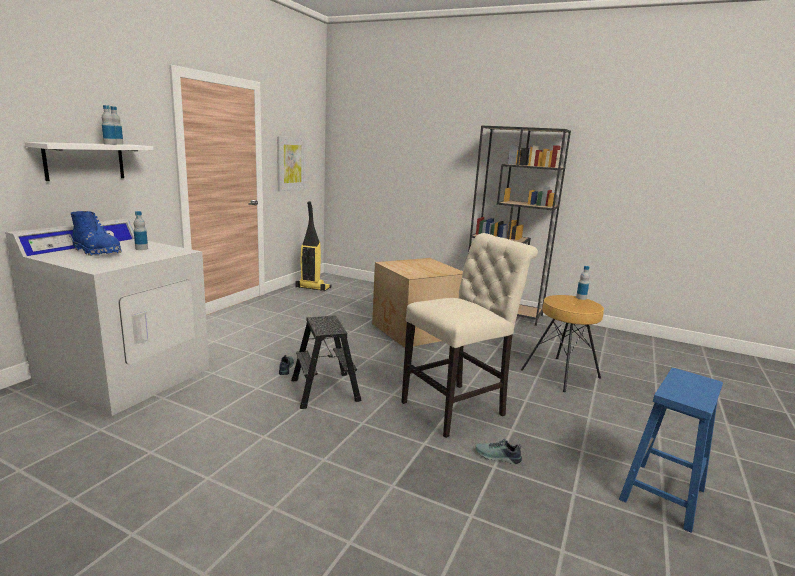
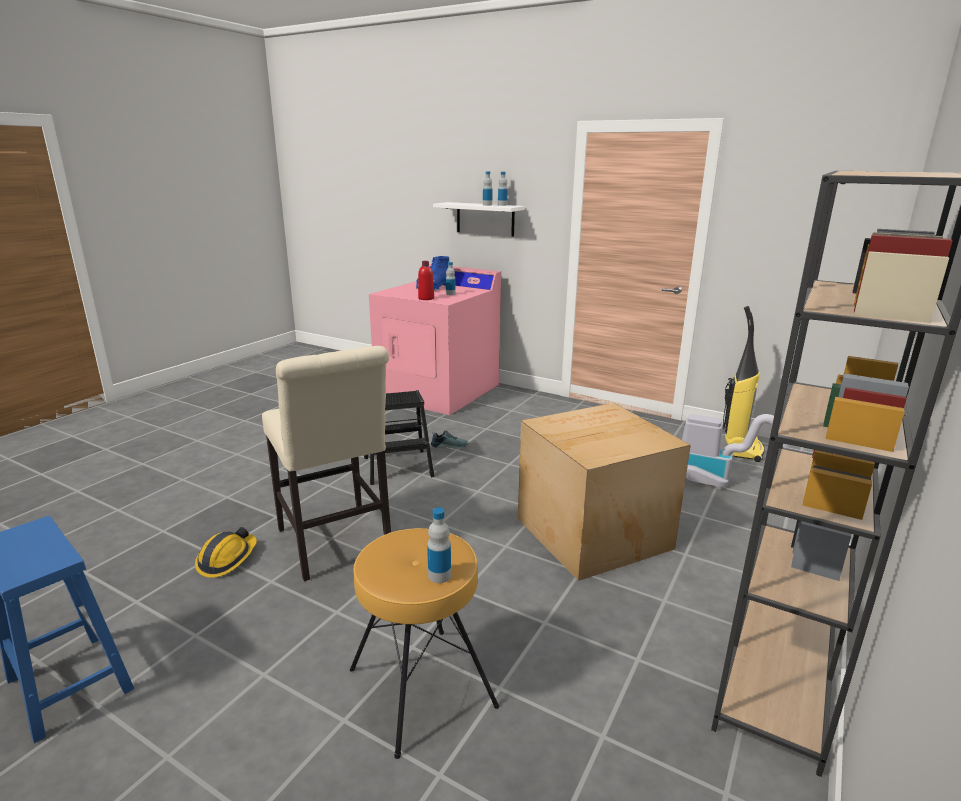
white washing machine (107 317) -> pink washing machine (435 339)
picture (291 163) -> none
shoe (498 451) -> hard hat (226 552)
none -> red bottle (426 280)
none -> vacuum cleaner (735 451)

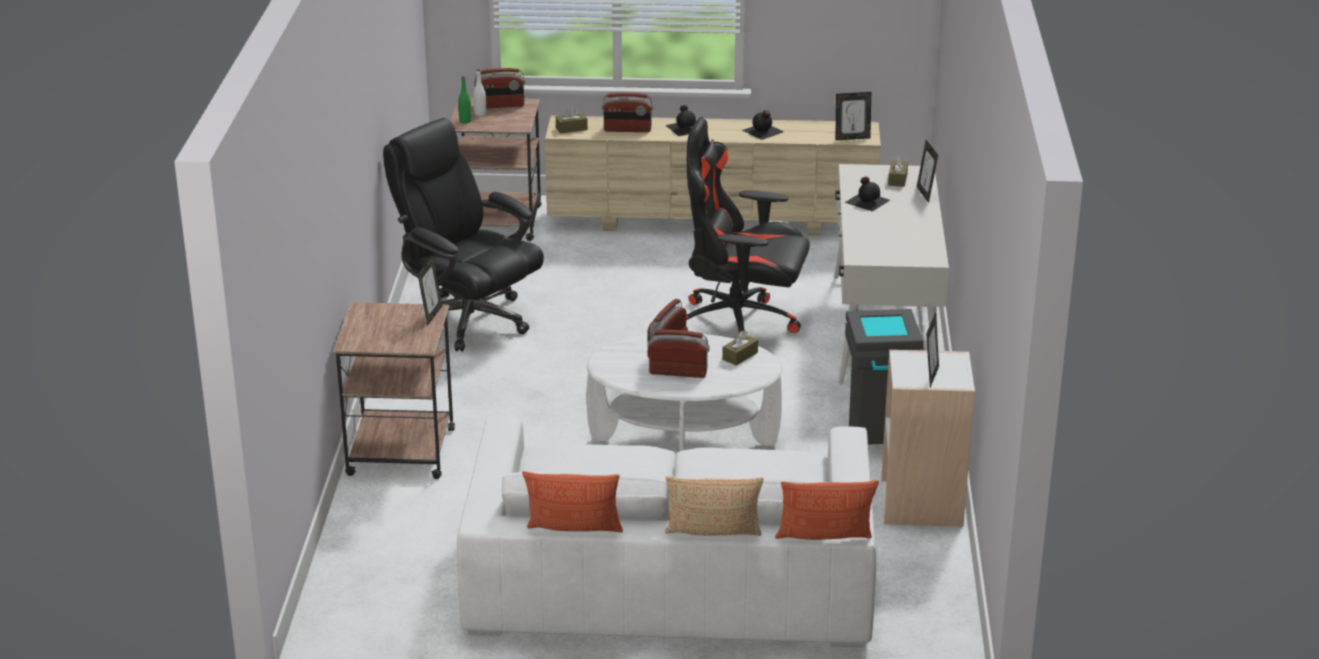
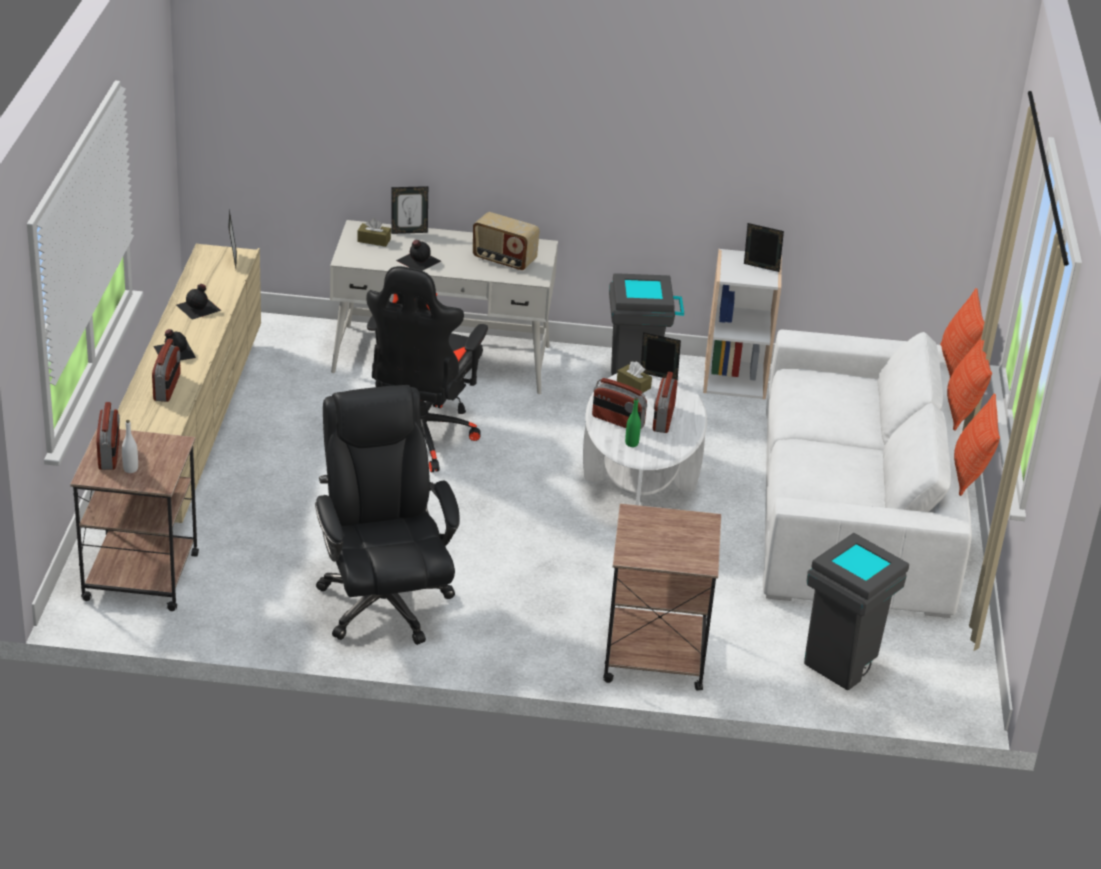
black office chair (463 234) -> black office chair (387 515), 120 degrees clockwise
picture frame (430 290) -> picture frame (661 356), shifted
green bottle (464 99) -> green bottle (633 422), shifted
brown tissue box (572 120) -> none
beige pillow (714 506) -> orange pillow (969 383)
none -> radio (506 241)
none -> grey trash can (856 611)

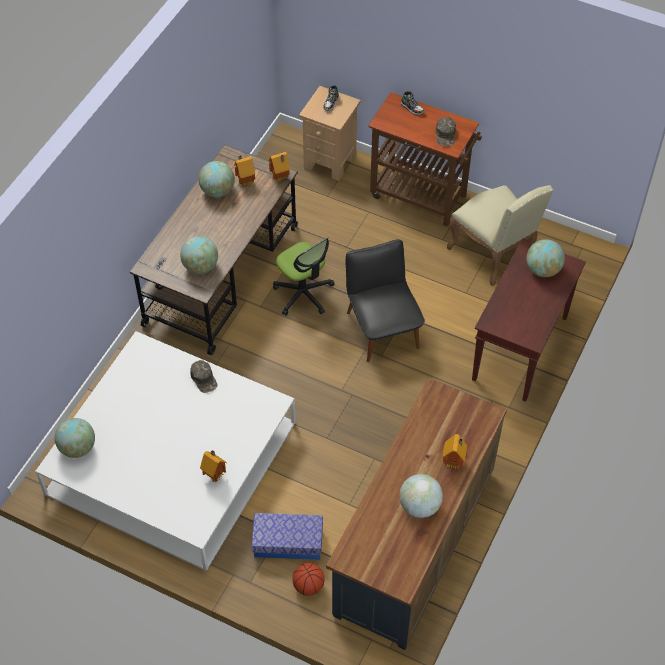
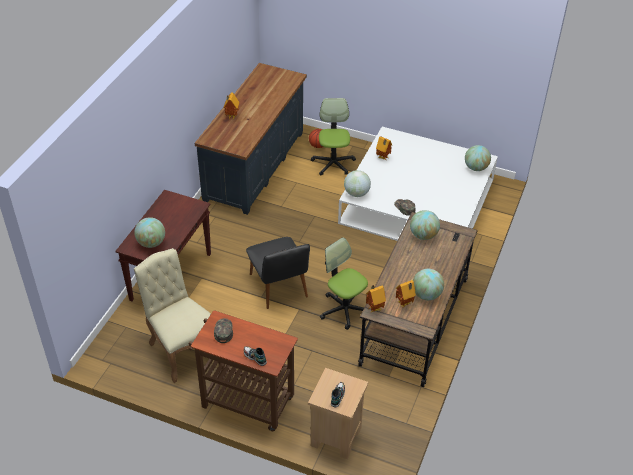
storage box (287 536) -> office chair (333 136)
globe (421 496) -> globe (357 183), shifted

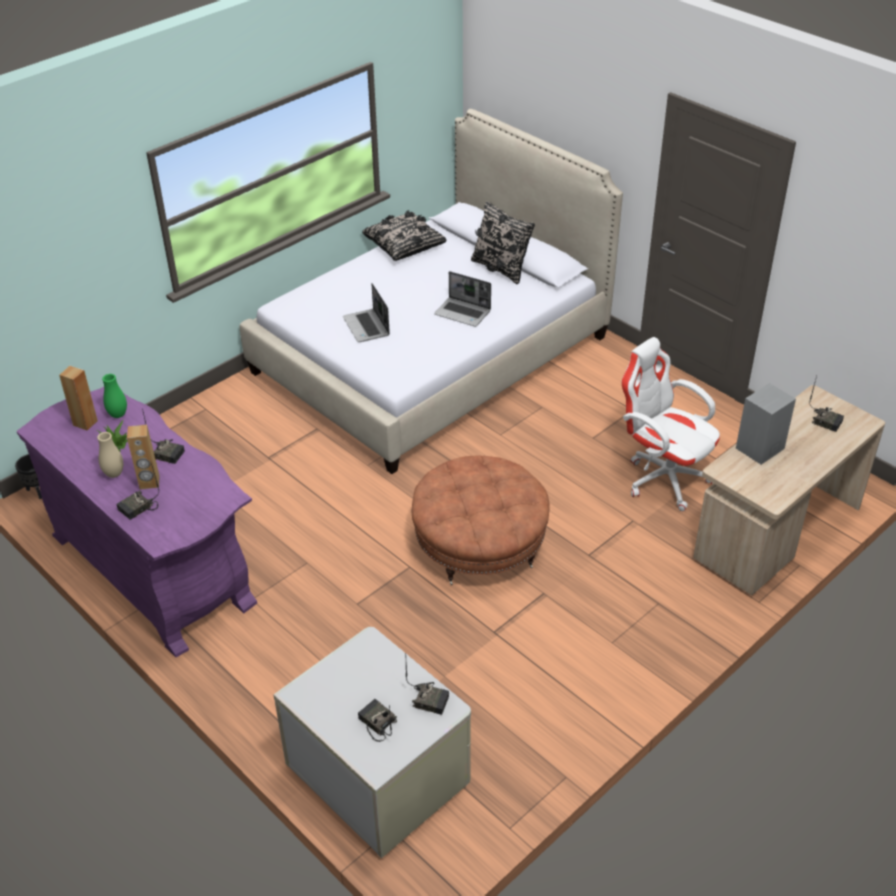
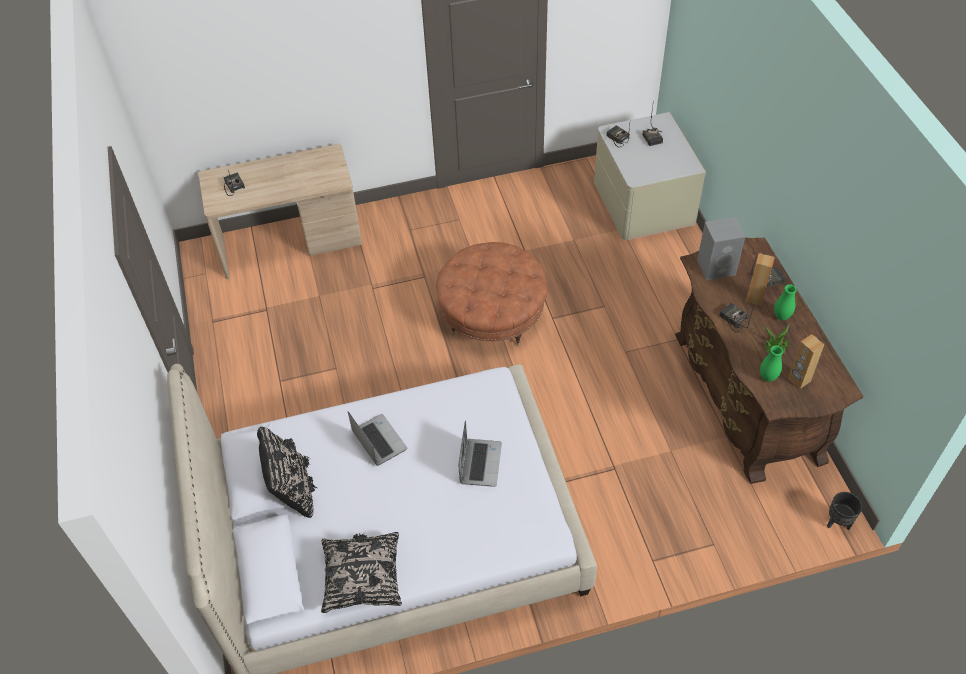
purple dresser (136 522) -> brown dresser (769 361)
beige vase (110 455) -> green vase (785 302)
white office chair (671 424) -> none
grey speaker (766 424) -> grey speaker (721 248), shifted

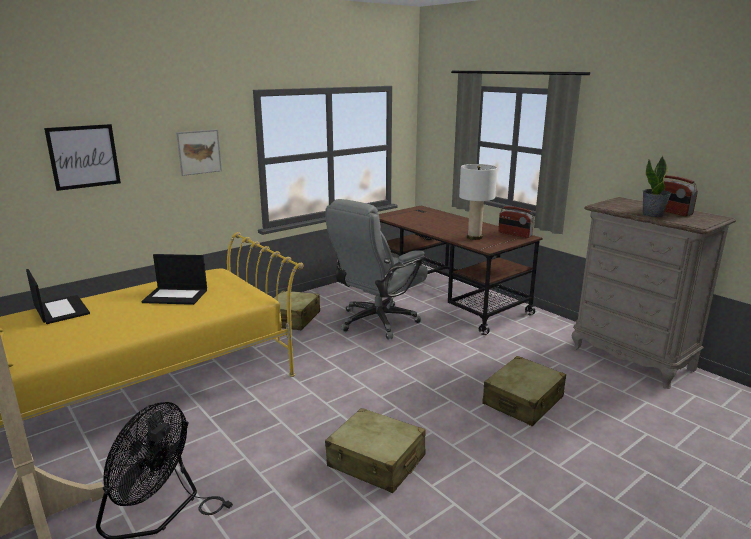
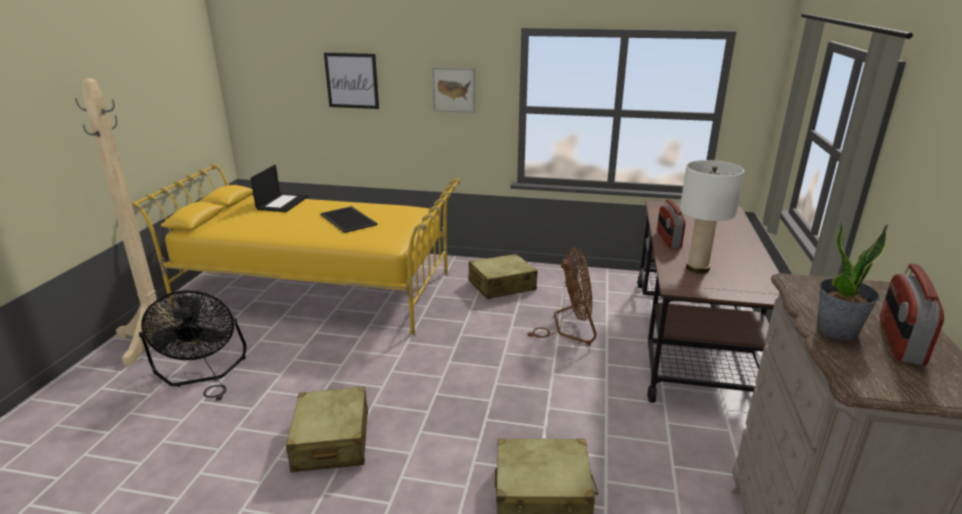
laptop (174 279) -> tray (348 219)
grey office chair (376 269) -> brown fan (561 296)
radio (516 222) -> radio (671 224), shifted

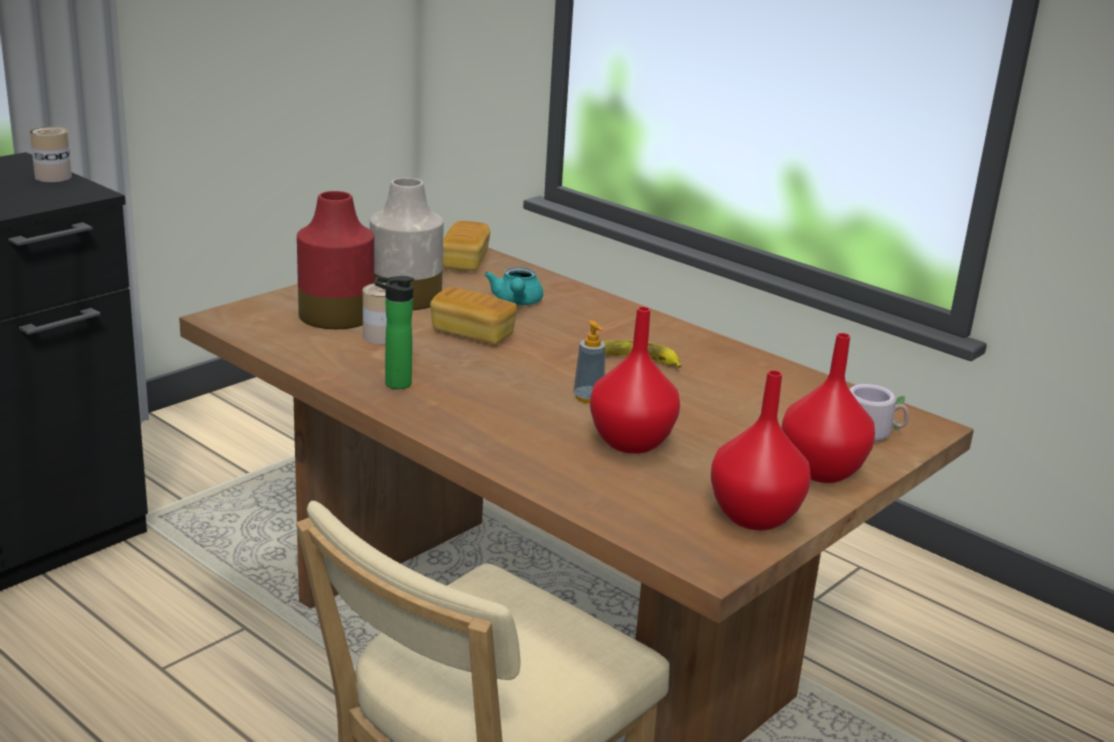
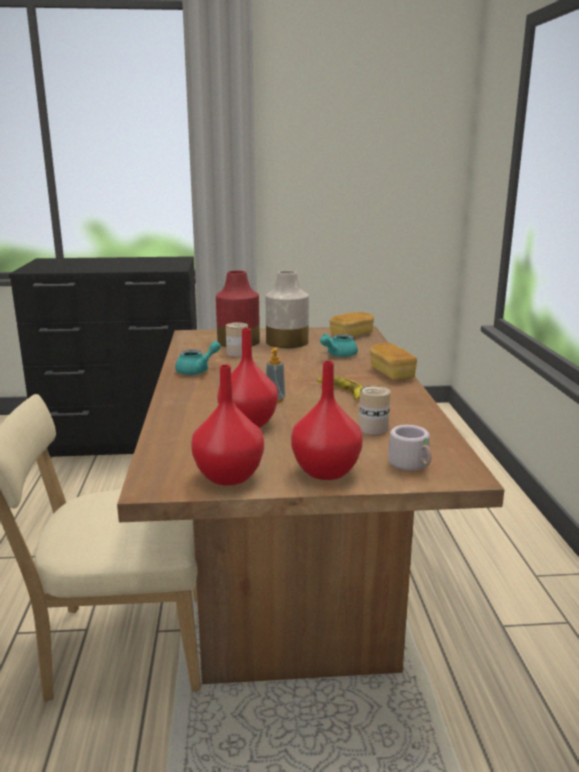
can (51 154) -> can (374 410), shifted
bottle (394 332) -> turquoise teapot (198 358)
bread (473 315) -> bread (393 361), shifted

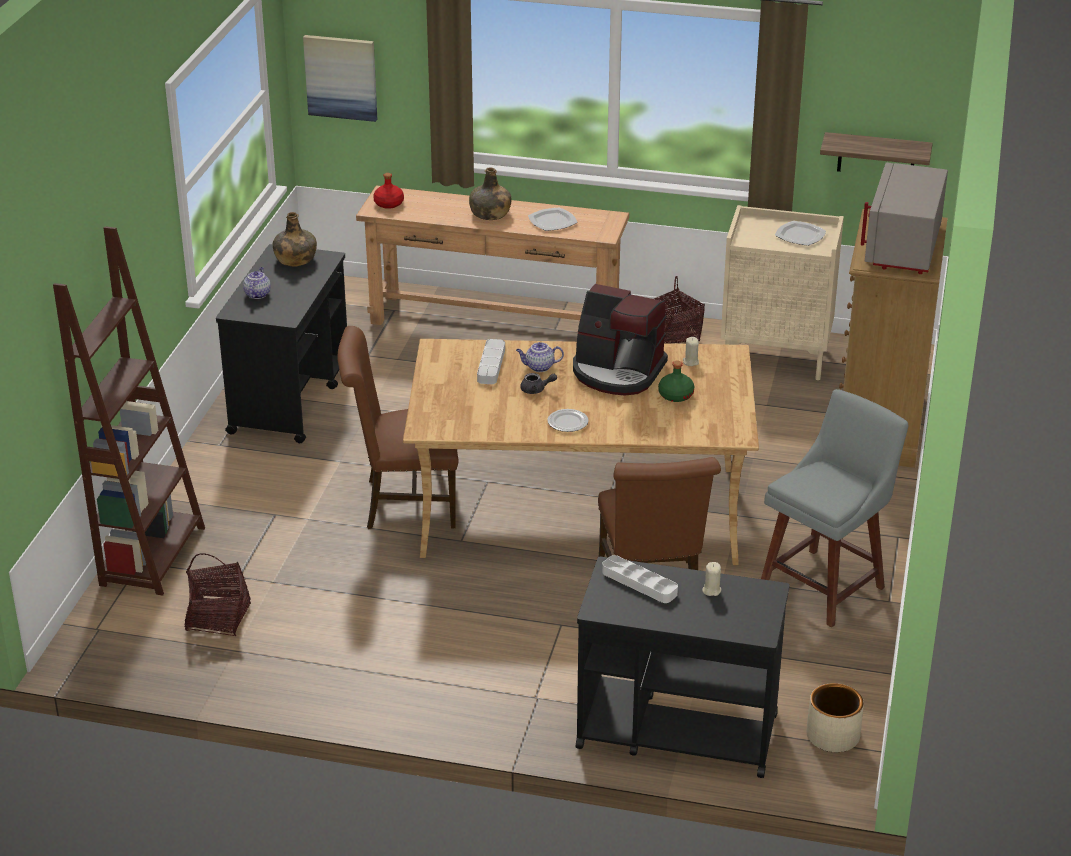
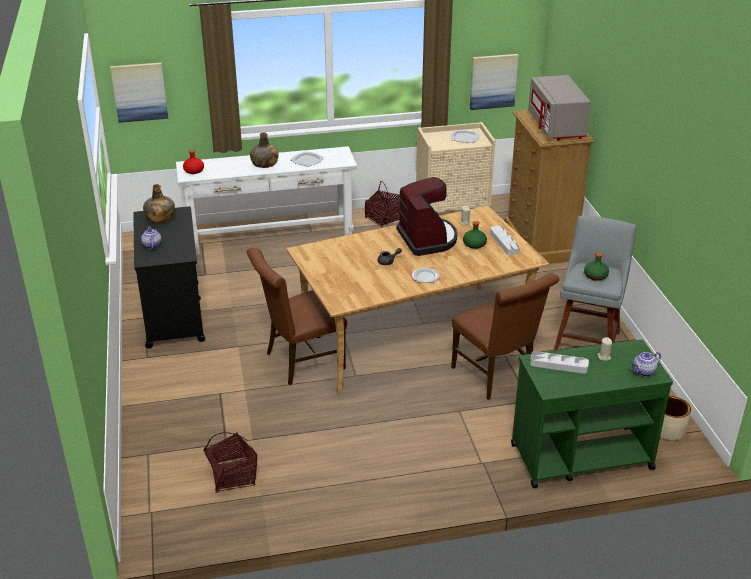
brown bookcase (129 411) -> none
brown console table (492 255) -> white console table (266 200)
grey tray (491 361) -> grey tray (505 240), shifted
teapot (540 357) -> teapot (646 364), shifted
coffee machine (620 340) -> coffee machine (427 216), 105 degrees counterclockwise
black cart (683 667) -> green cart (592 414)
shelf (876 152) -> picture (494 82)
none -> green bottle (596 266)

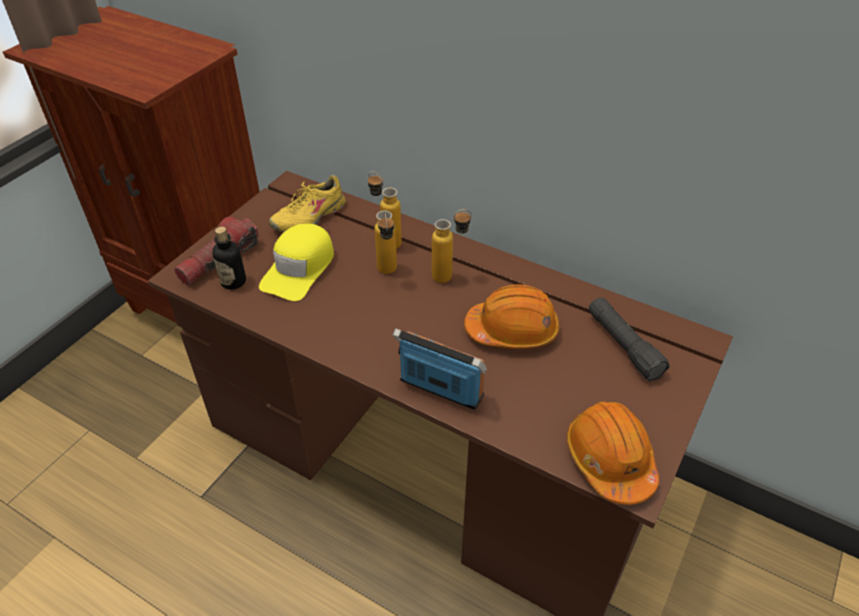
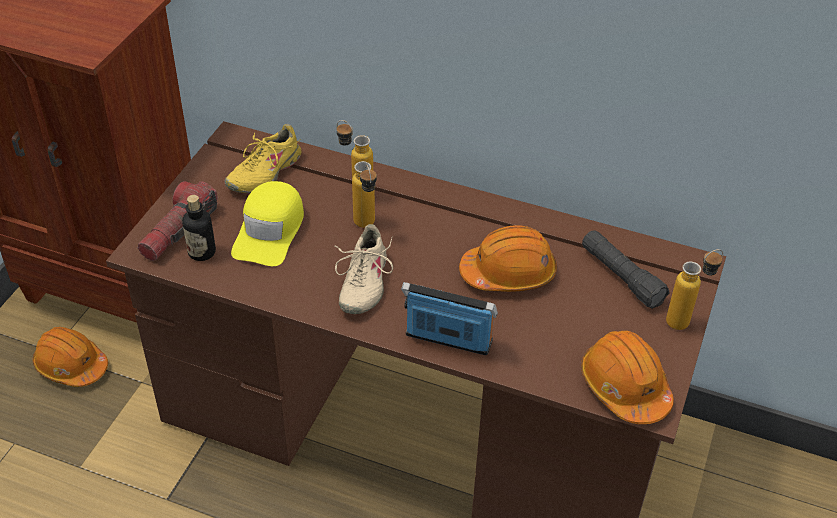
bottle (452 246) -> bottle (694 289), shifted
none -> orange hard hat (70 357)
none -> beige shoe (364 269)

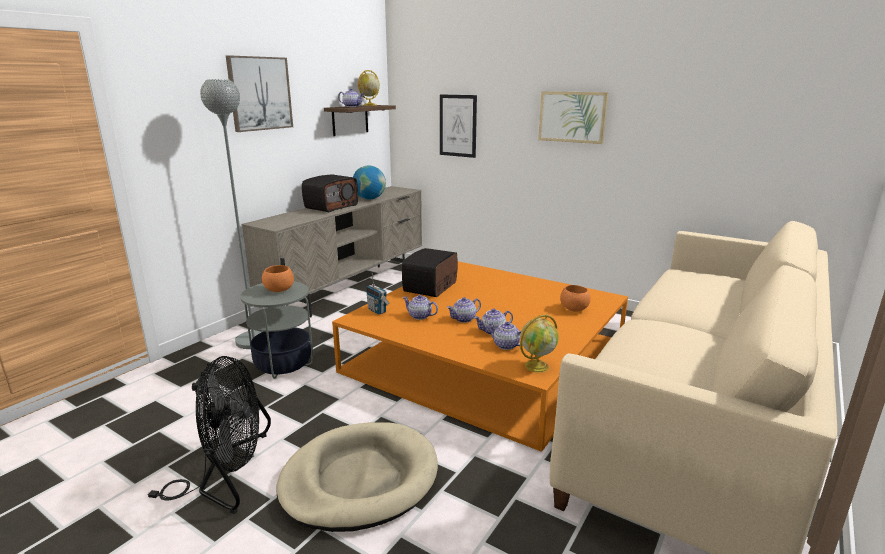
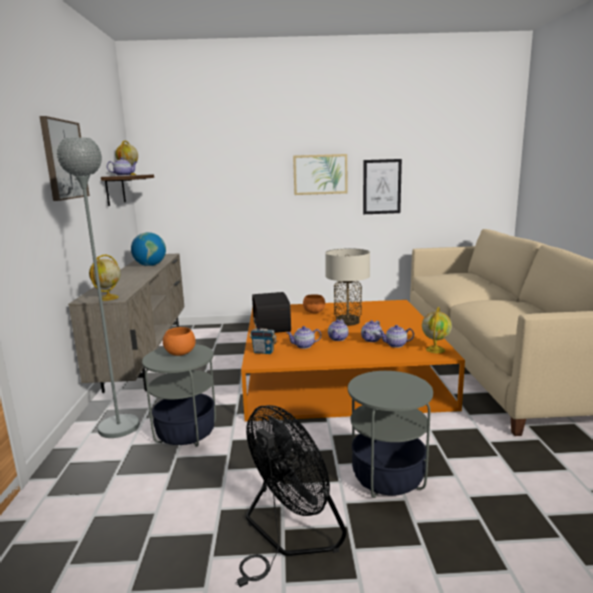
beige dog bed (357 477) -> grey side table (390 434)
radio (330 193) -> none
picture (458 126) -> picture (382 186), shifted
orange bowl (575 298) -> orange bowl (314 304), shifted
none -> globe (105 278)
none -> table lamp (347 287)

